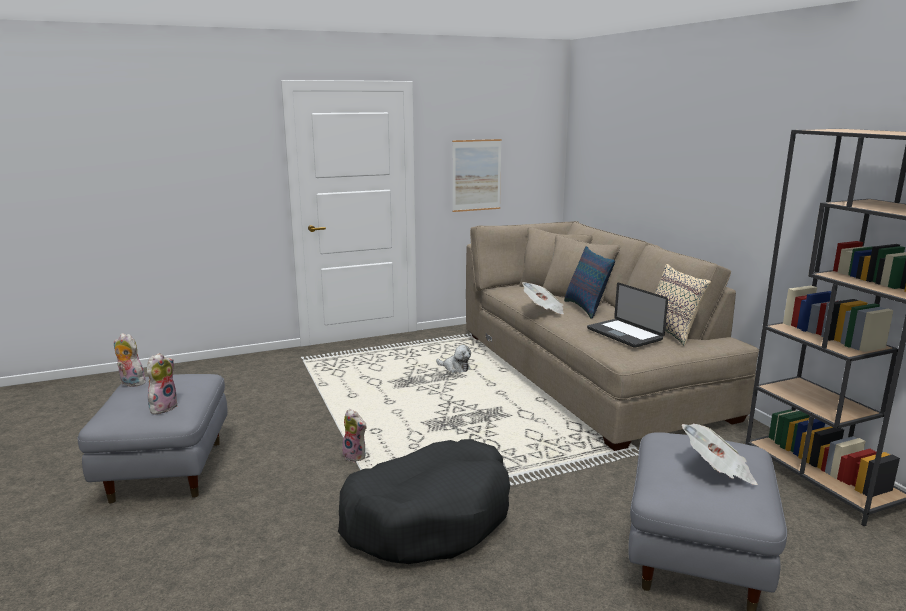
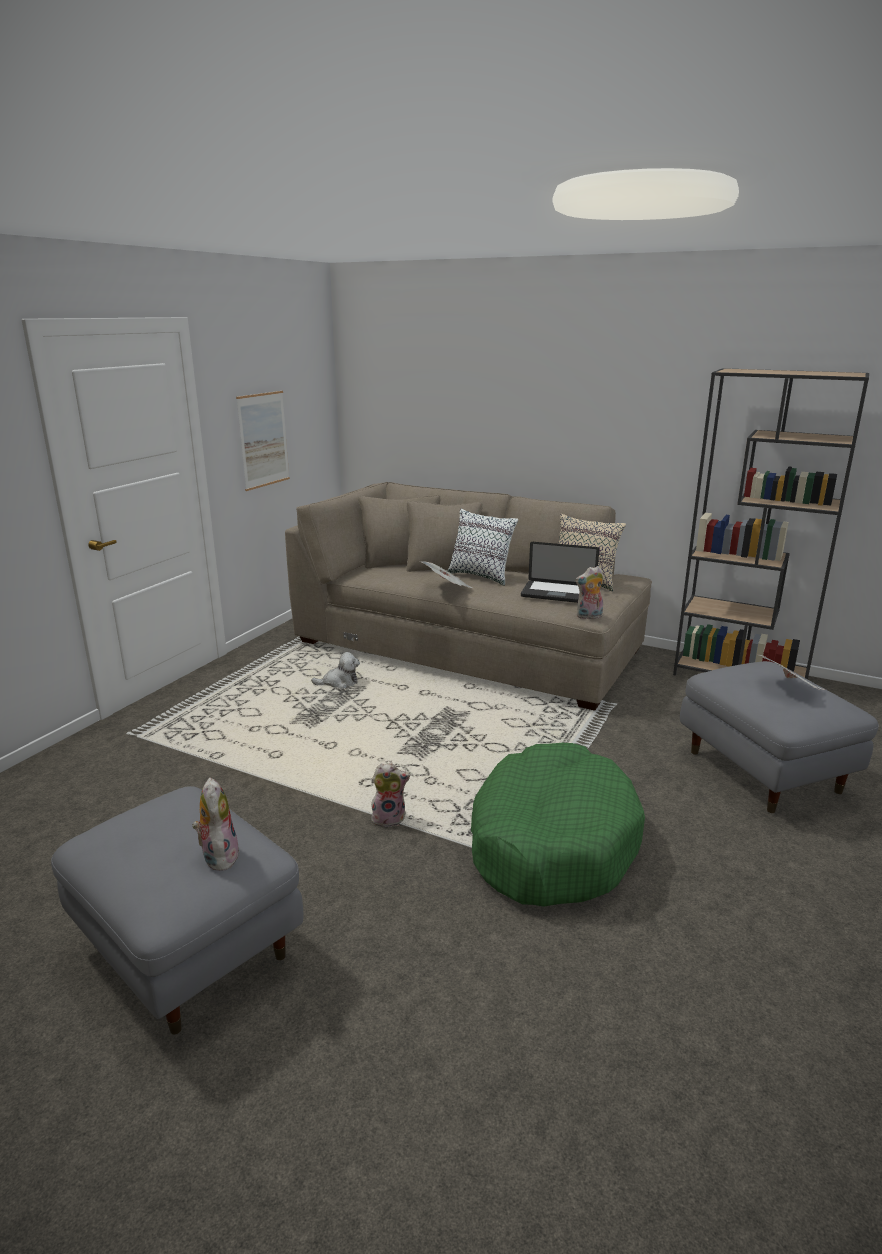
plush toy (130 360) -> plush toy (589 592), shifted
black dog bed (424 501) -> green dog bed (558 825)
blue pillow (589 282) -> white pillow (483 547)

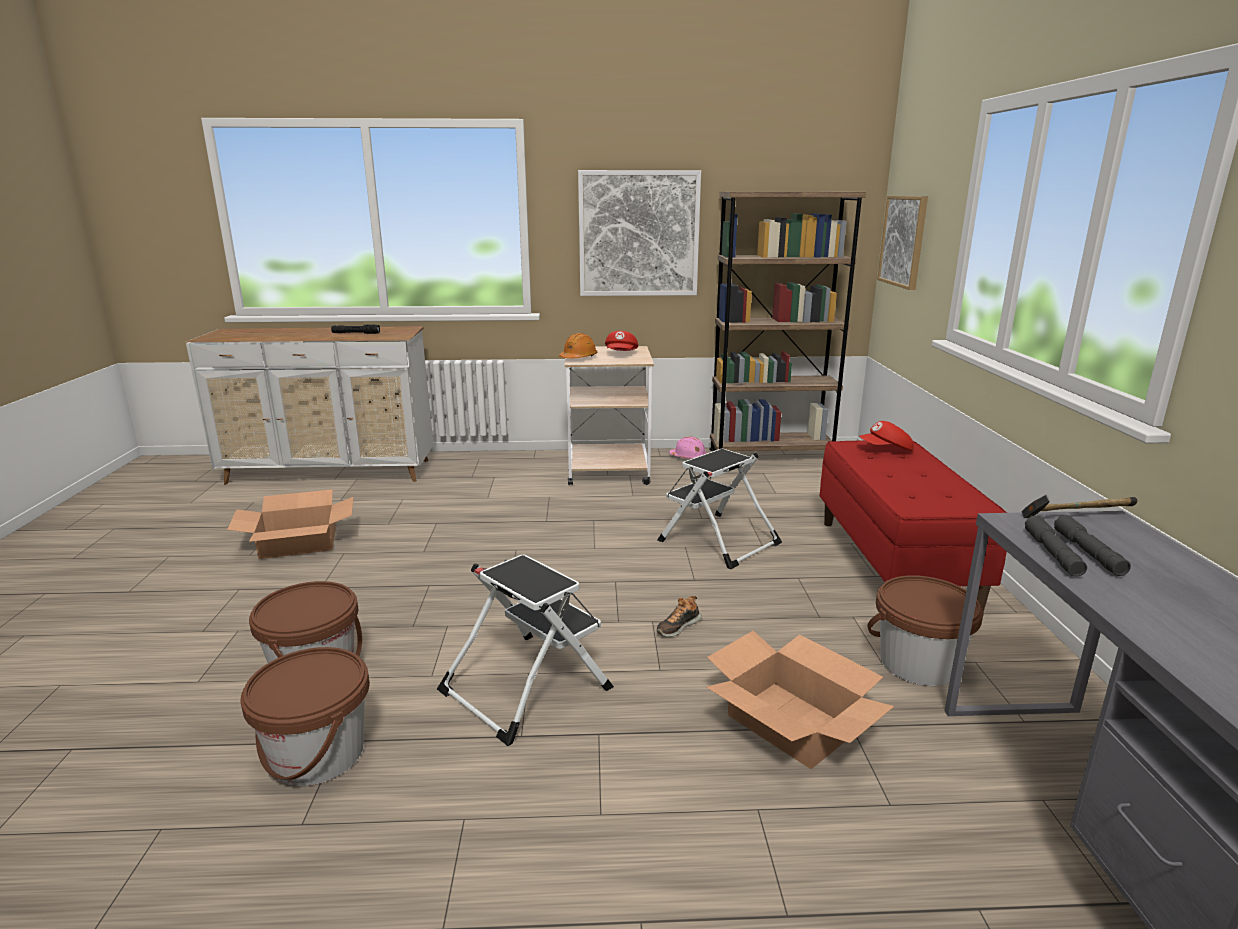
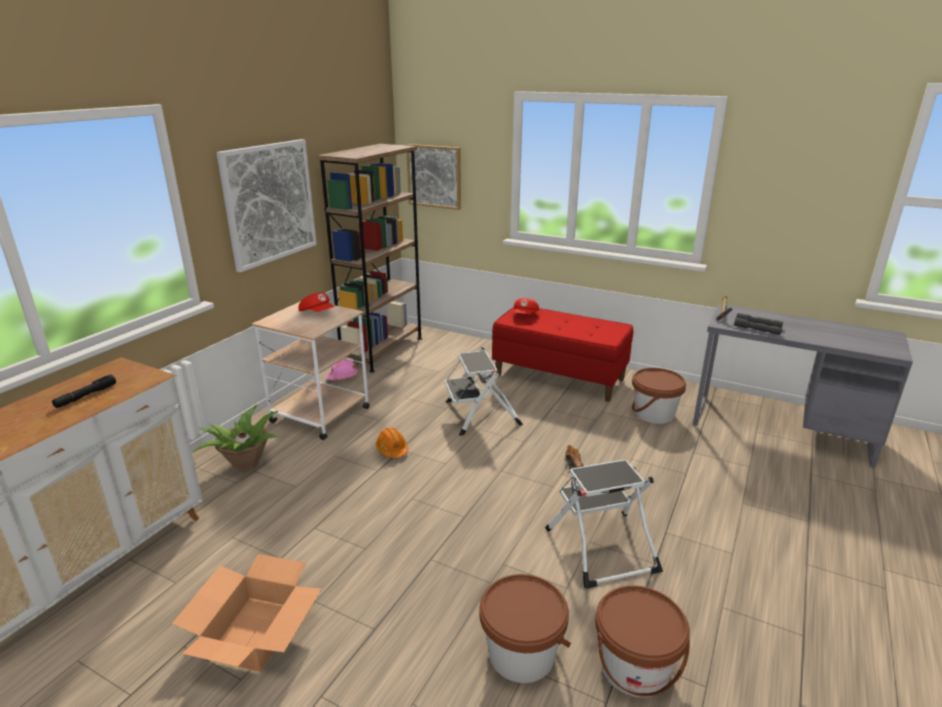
orange hard hat (578 345) -> orange hard hat (392 443), shifted
cardboard box (800 700) -> none
none -> potted plant (235 438)

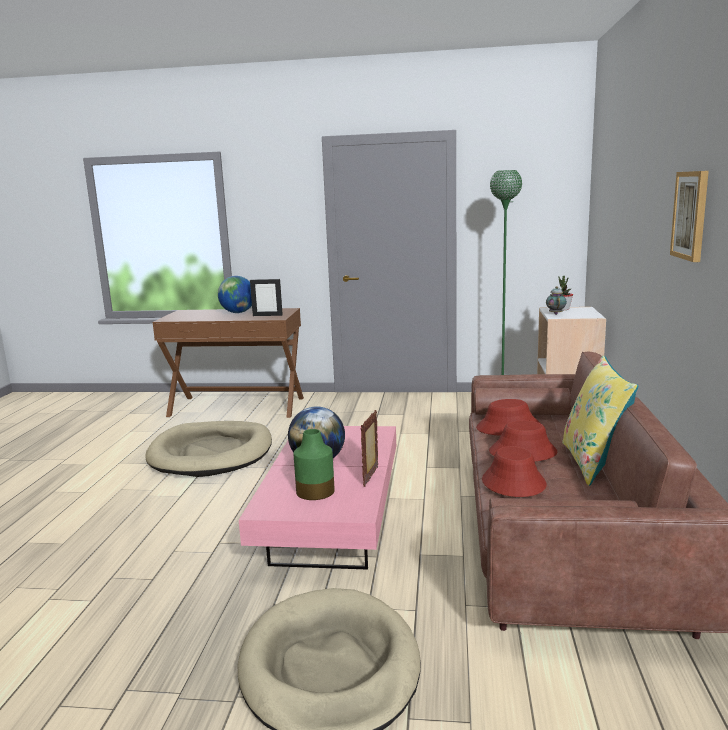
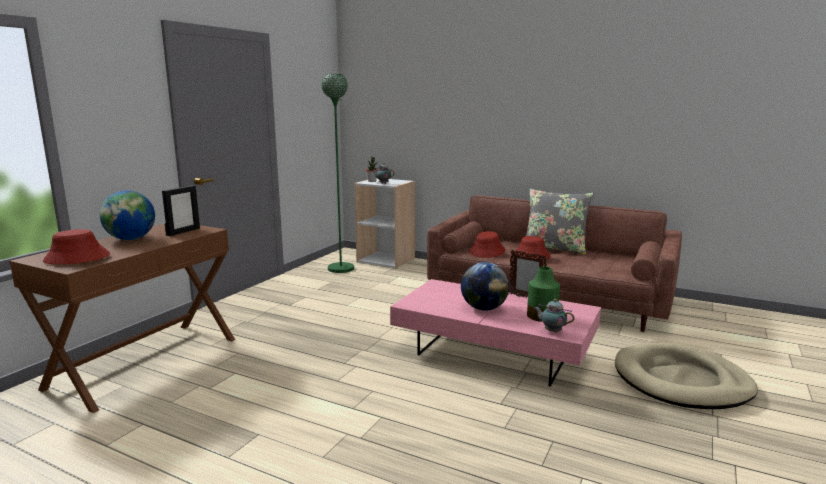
beige dog bed (208 449) -> none
red hat (514 471) -> red hat (76 247), shifted
yellow pillow (600 420) -> grey pillow (560 222)
picture (689 216) -> none
none -> teapot (554 316)

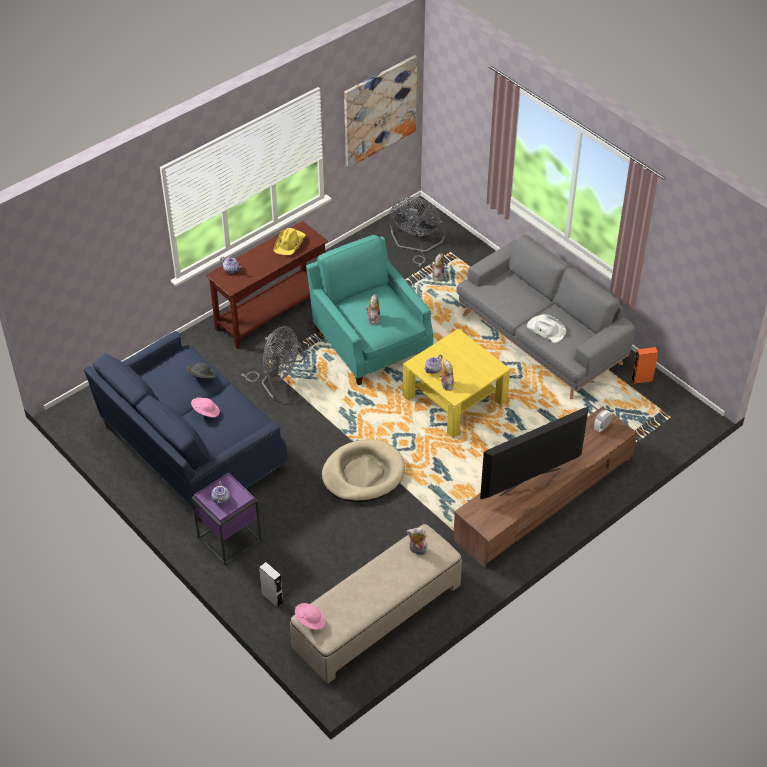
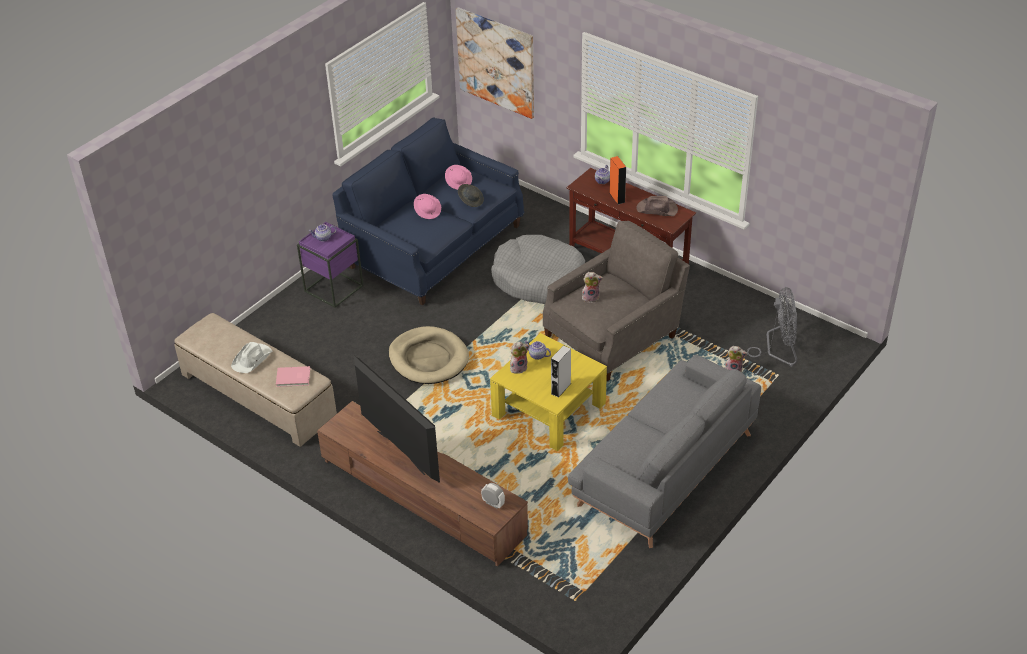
grey fan (273 363) -> grey dog bed (538 269)
grey speaker (271 585) -> grey speaker (561 371), shifted
yellow hat (290 241) -> brown hat (657 206)
pink hat (310 616) -> pink hat (458 177), shifted
turquoise armchair (369 310) -> grey armchair (616 301)
picture (380 111) -> picture (495 63), shifted
plush toy (418 541) -> pink book (293 376)
white hat (546 328) -> white hat (251 357), shifted
orange speaker (644 365) -> orange speaker (617 180), shifted

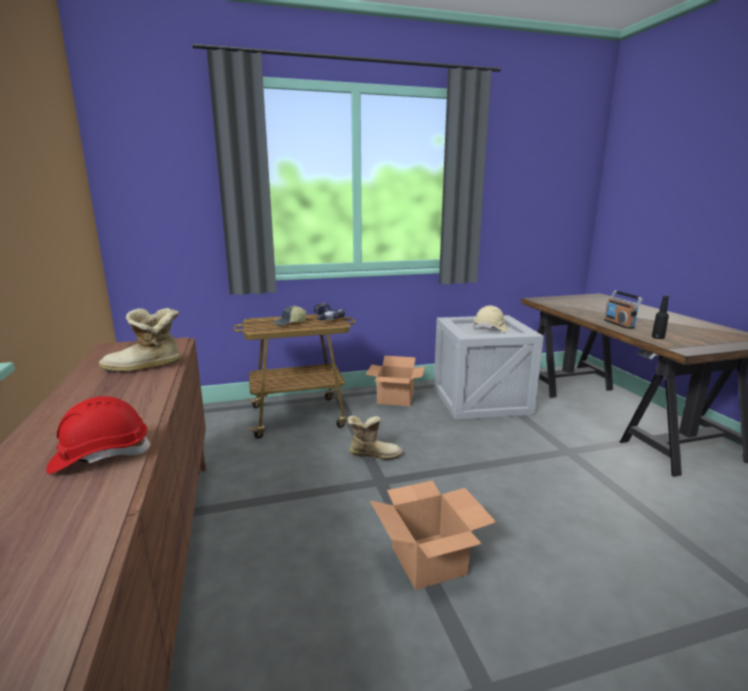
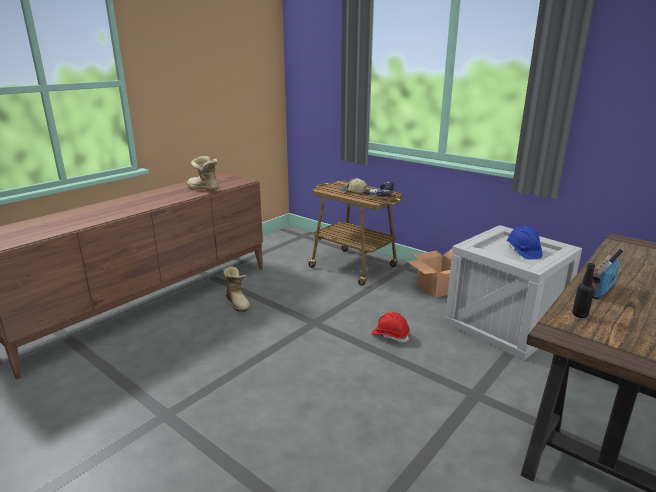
red hard hat (98 435) -> red hard hat (391 327), shifted
boot (375 438) -> boot (236 289), shifted
cardboard box (433 535) -> none
beige hard hat (491 319) -> blue hard hat (525 243)

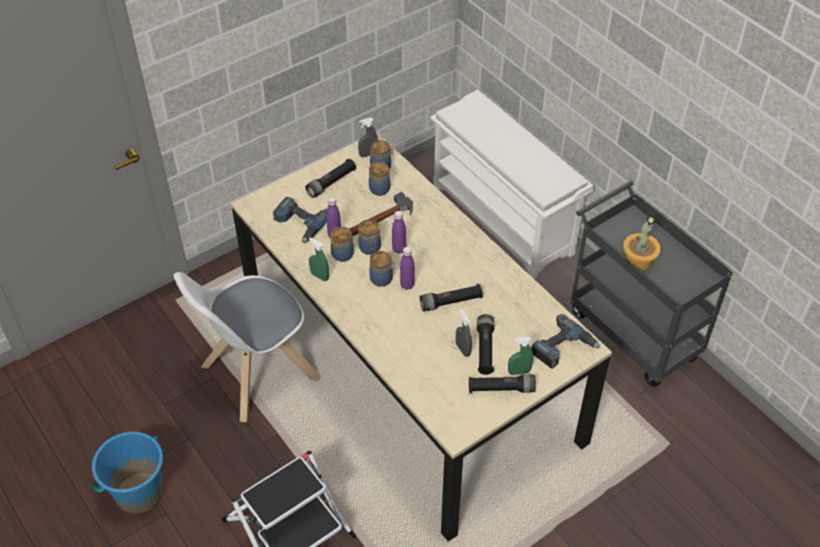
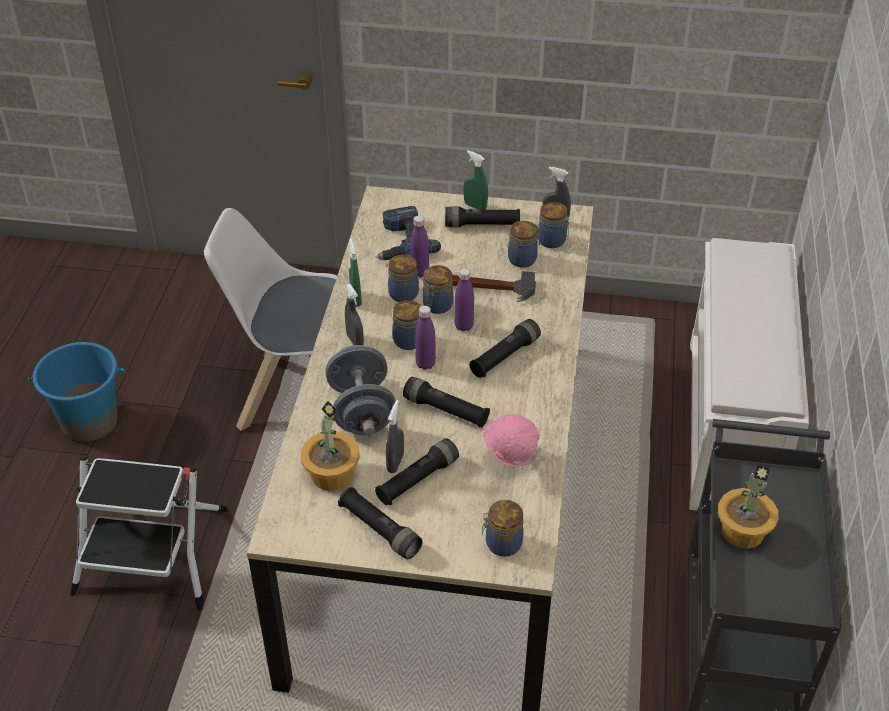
green spray bottle (520 356) -> green spray bottle (475 180), shifted
power drill (565 341) -> jar (503 528)
none -> potted plant (330 446)
none -> grey dumbbell (360 390)
none -> grey spray bottle (354 314)
none -> black flashlight (505 348)
none -> pink hard hat (511 440)

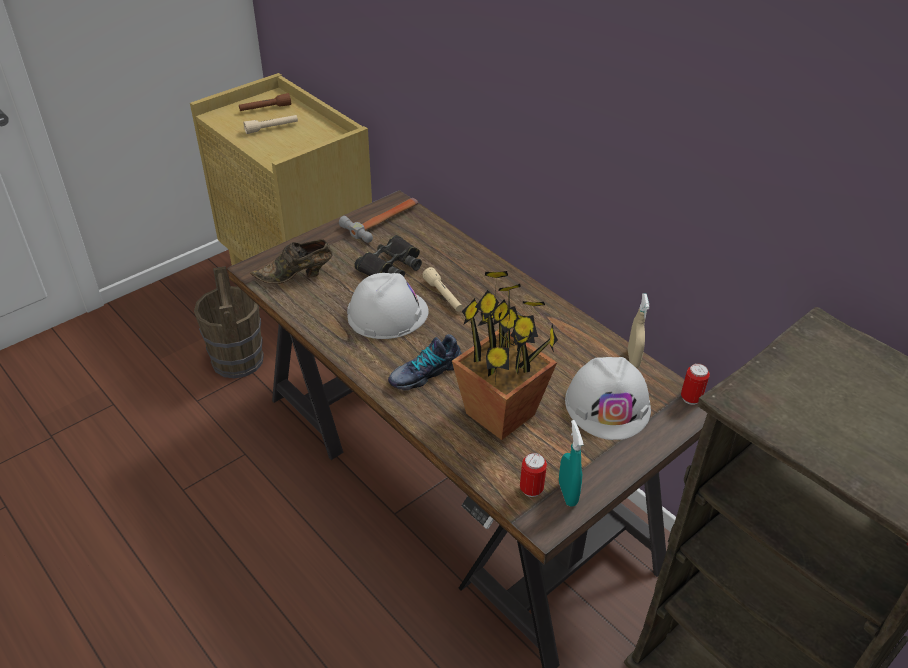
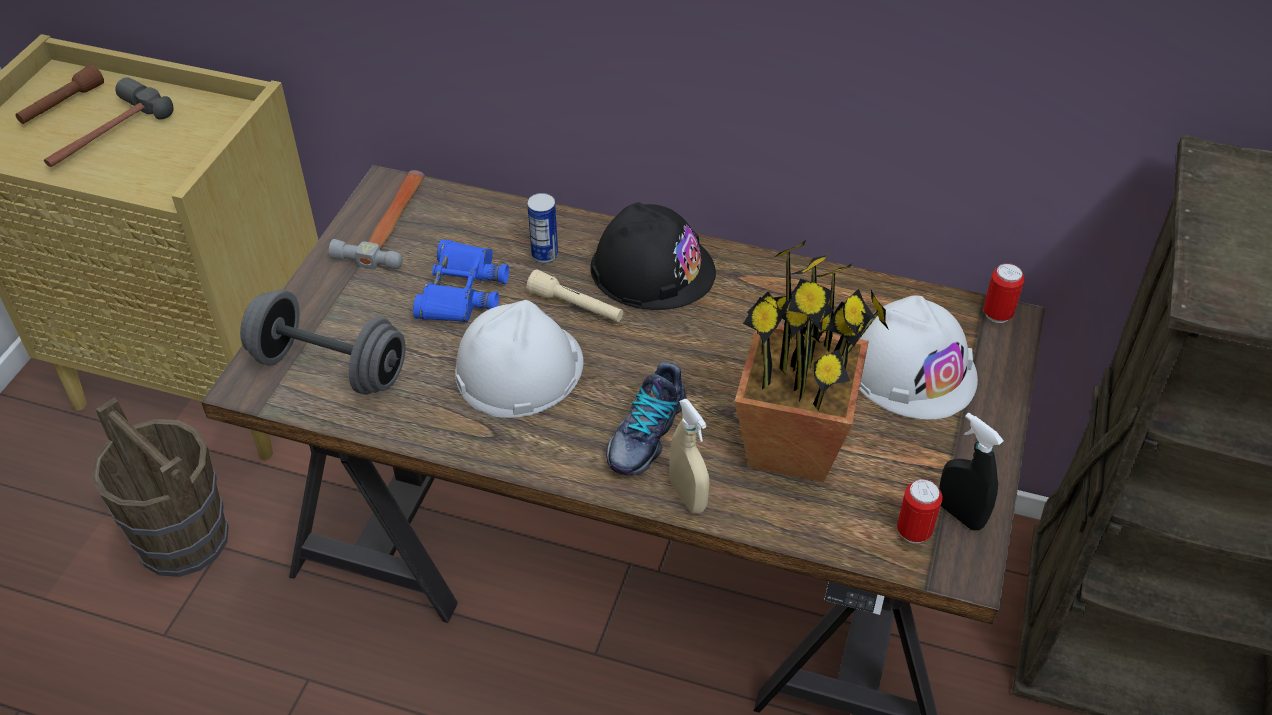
beige flashlight (270 124) -> hammer (109 122)
brown shoe (291 261) -> grey dumbbell (323 342)
black binoculars (388 256) -> blue binoculars (461 281)
turquoise spray bottle (571 463) -> black spray bottle (971 471)
beige spray bottle (638 331) -> beige spray bottle (689 456), shifted
none -> can (542 228)
none -> black hard hat (653 256)

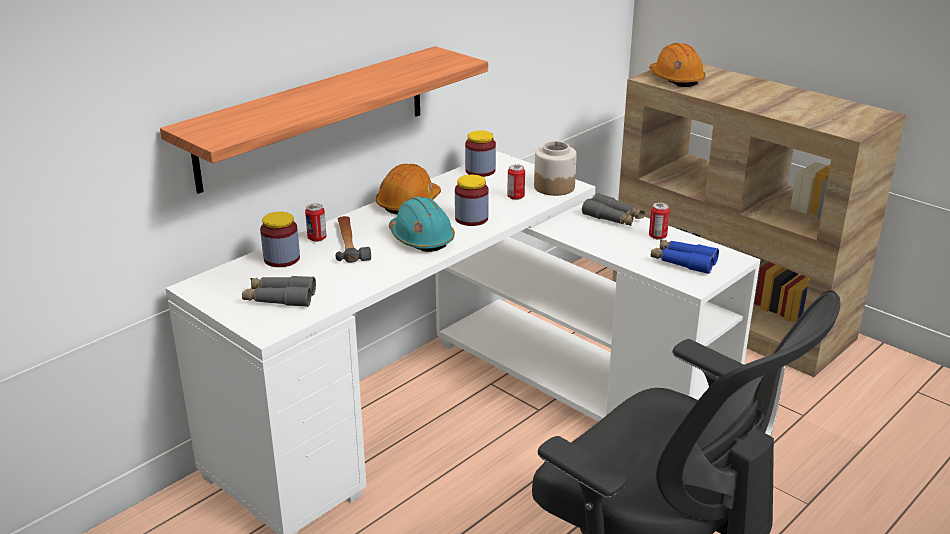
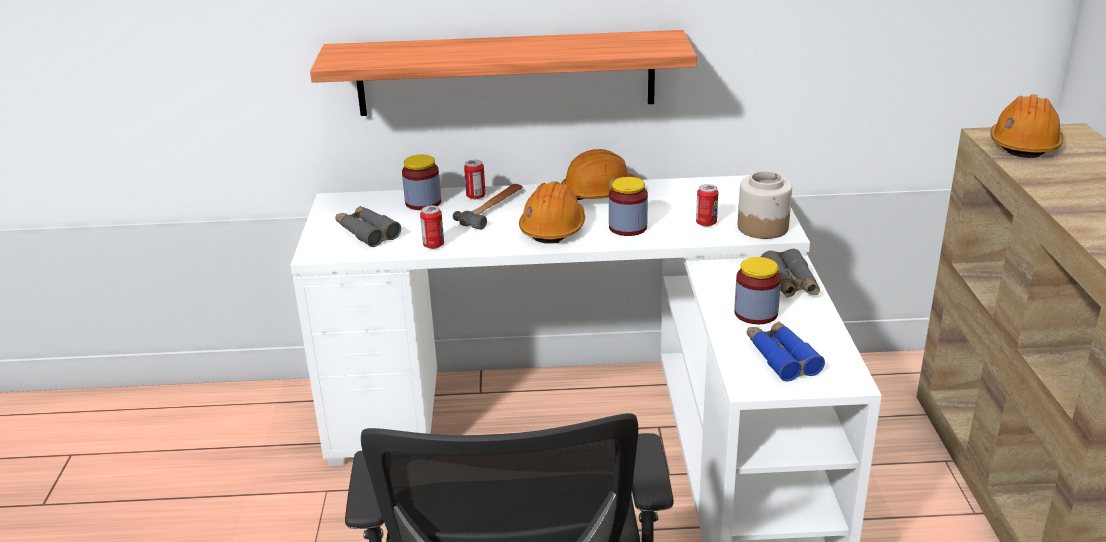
turquoise hard hat (422 224) -> orange hard hat (552 212)
jar (480 154) -> jar (757 290), shifted
can (659 221) -> can (432 227), shifted

